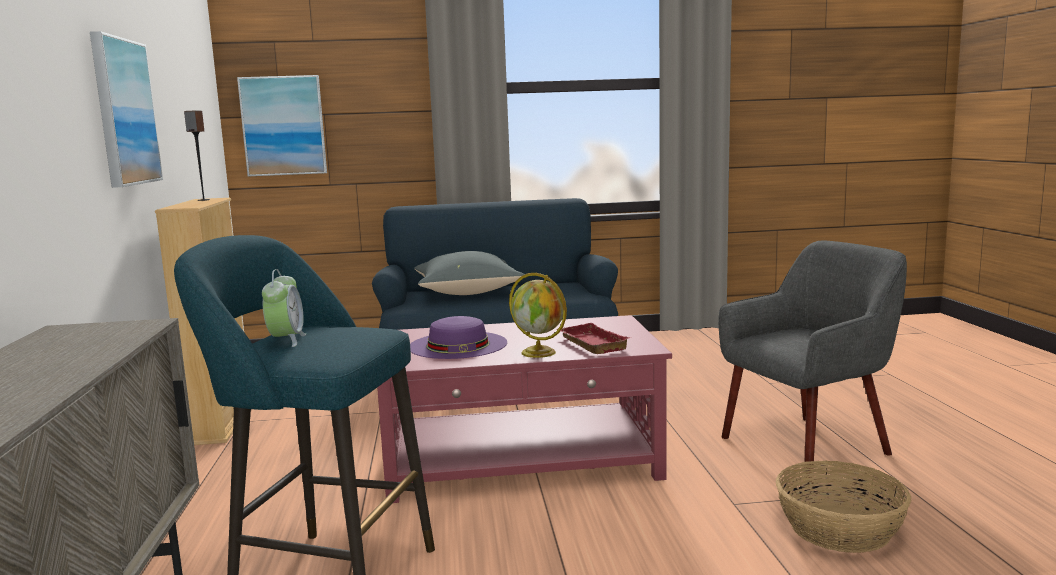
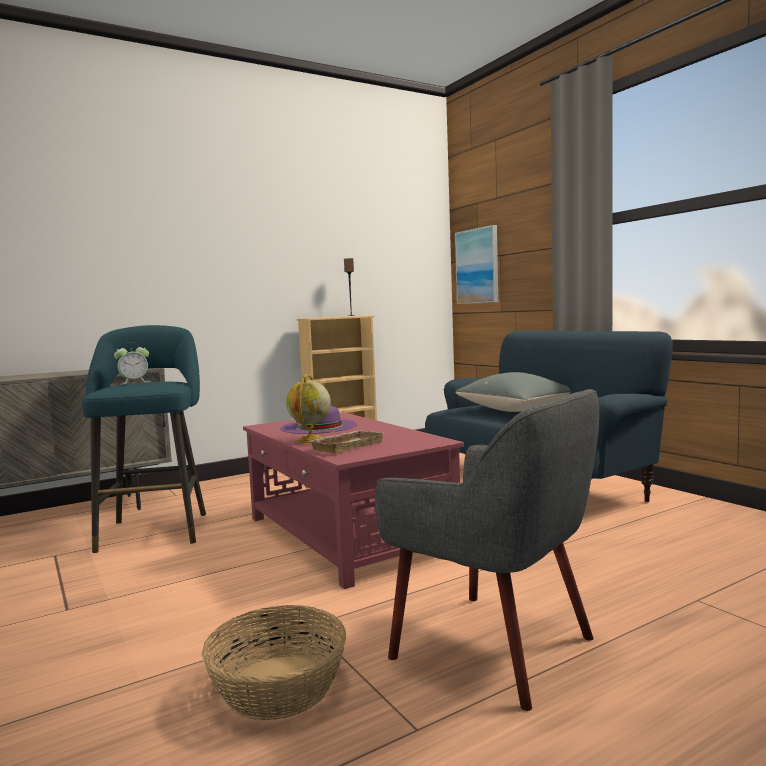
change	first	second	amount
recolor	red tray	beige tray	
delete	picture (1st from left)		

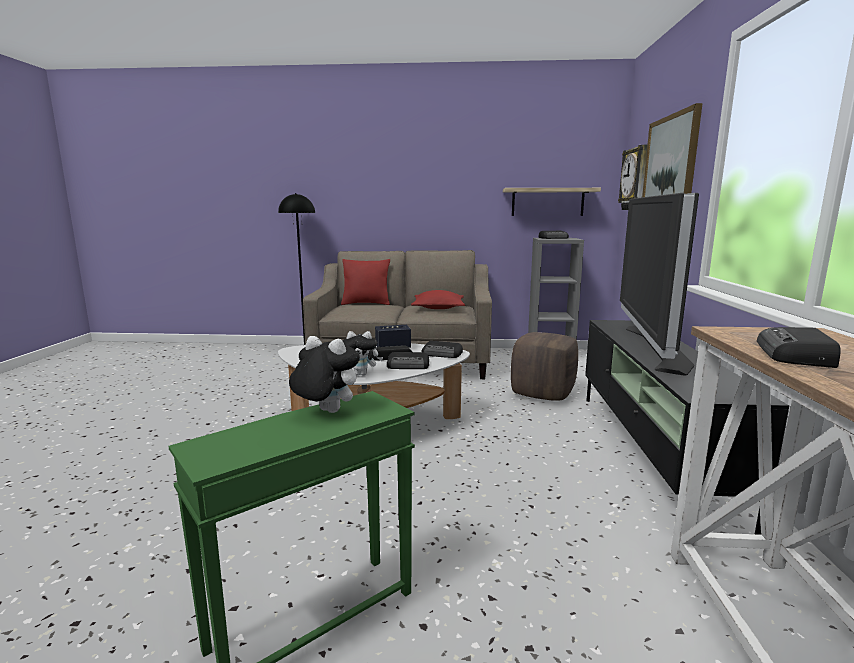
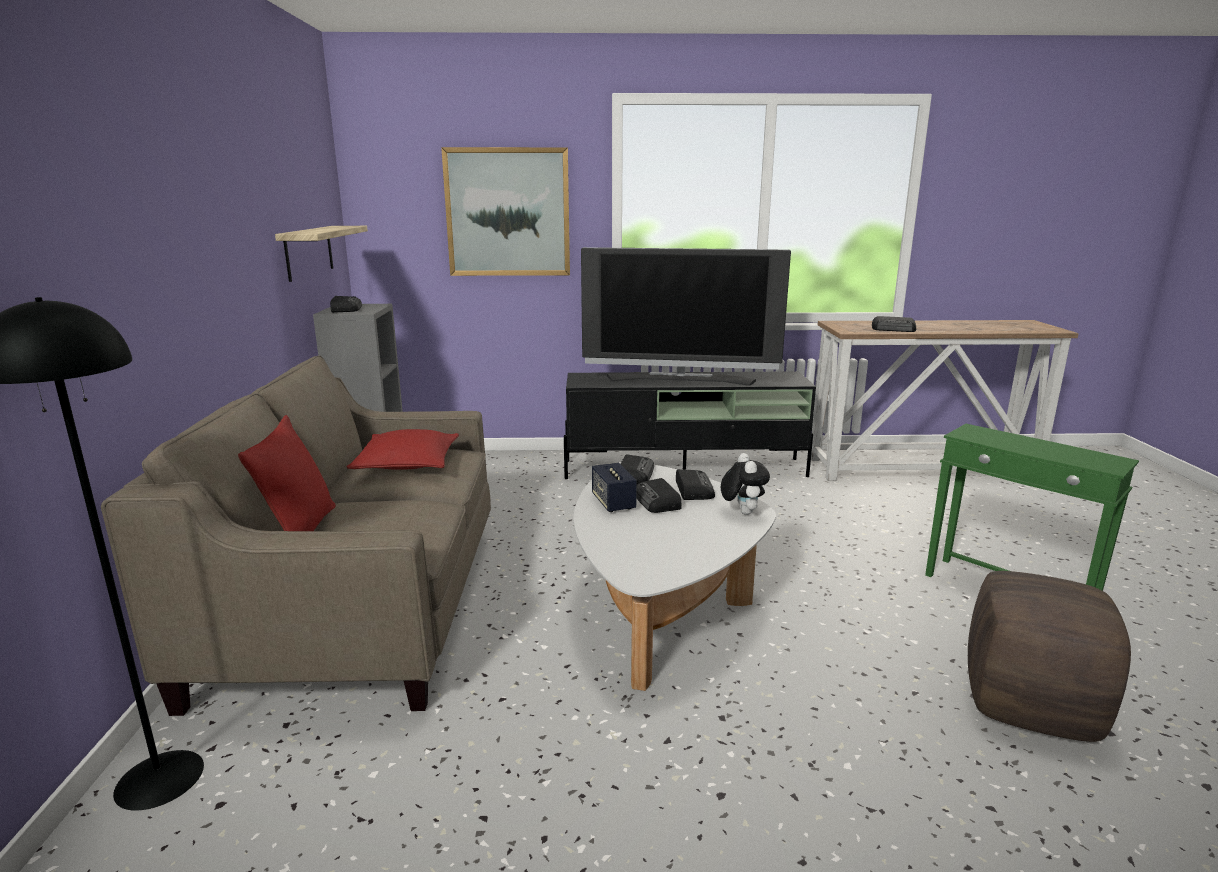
change	first	second	amount
move	brown ottoman		
delete	plush toy (1st from left)		
delete	wall clock		

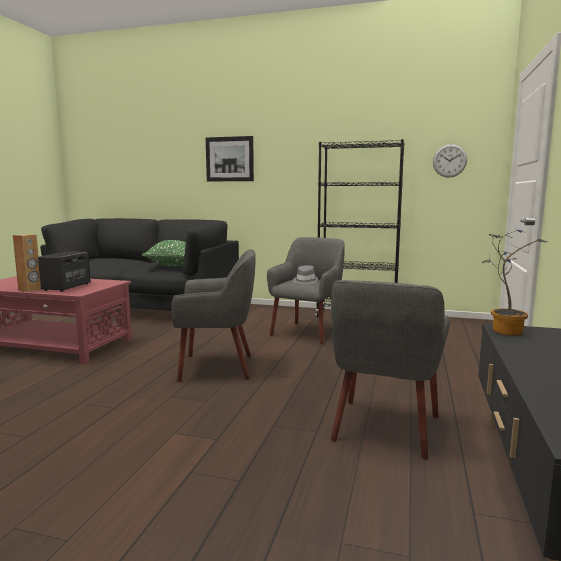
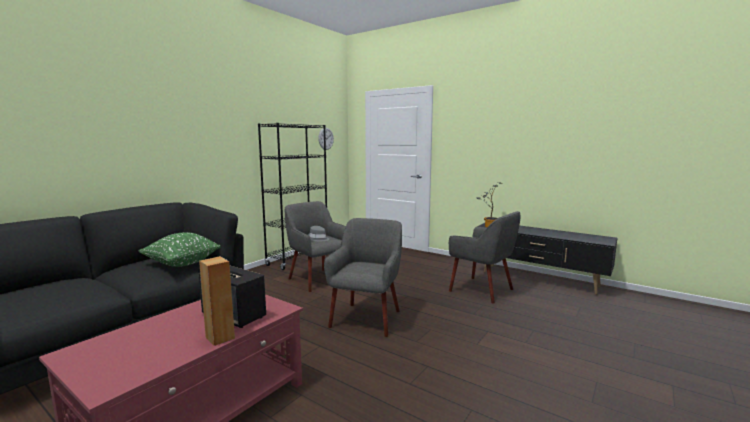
change	first	second	amount
delete	picture		

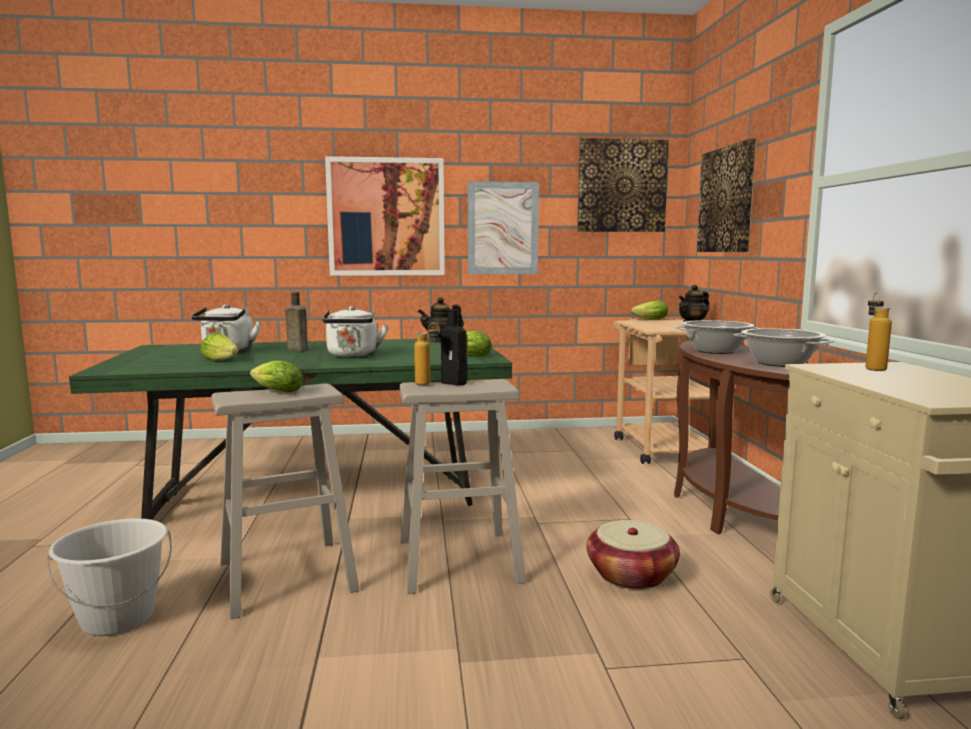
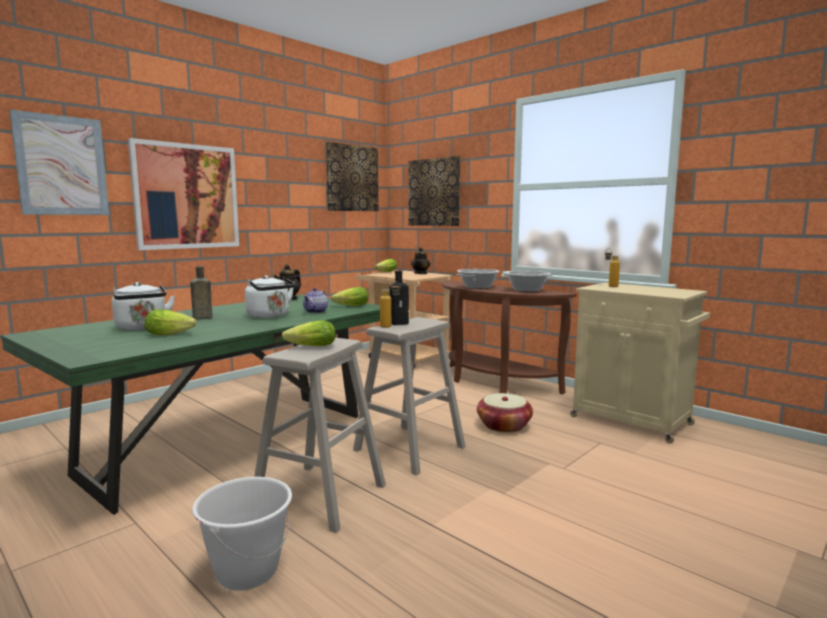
change	first	second	amount
move	picture (2nd from left in the first image)	picture (1st from left)	
insert		teapot (2nd from left)	

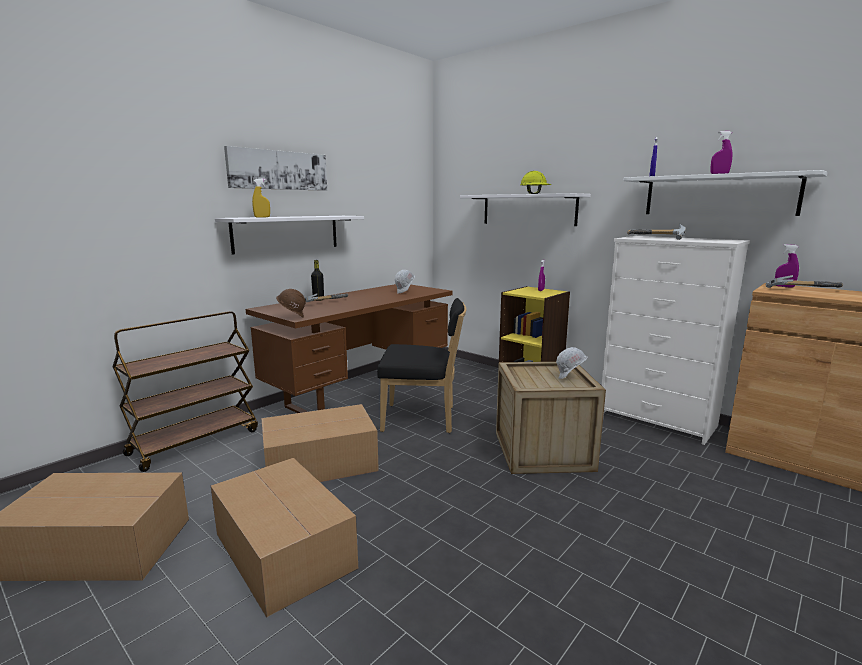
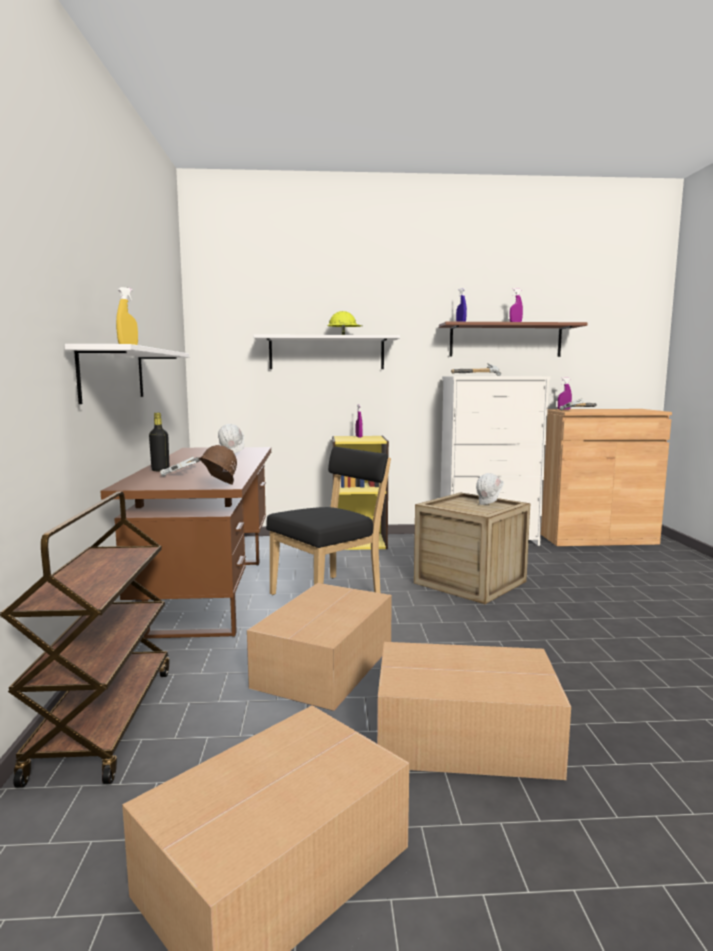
change	first	second	amount
recolor	white shelf (3rd from left)	brown shelf	
delete	picture		

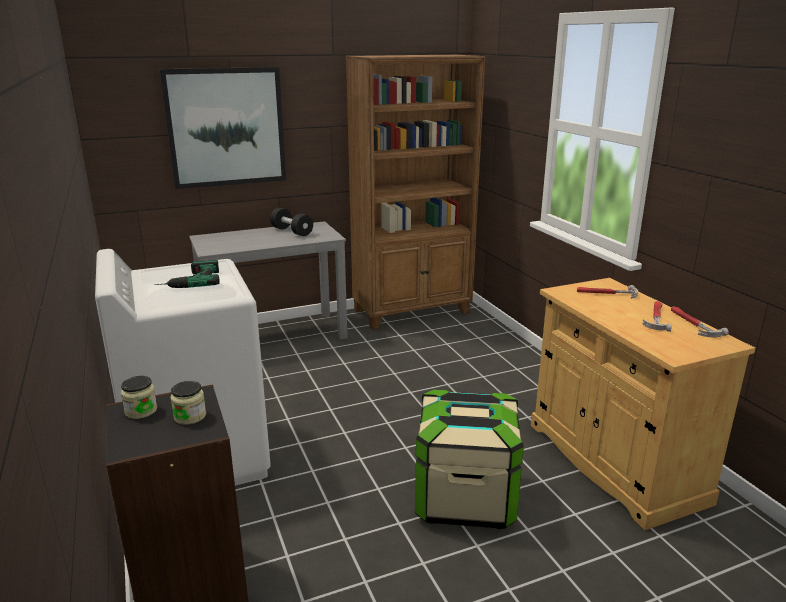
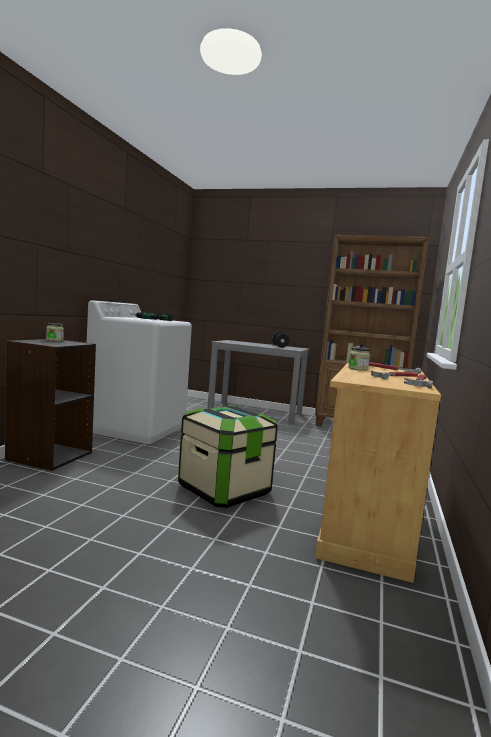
change	first	second	amount
move	jar (2nd from left)		
delete	picture		

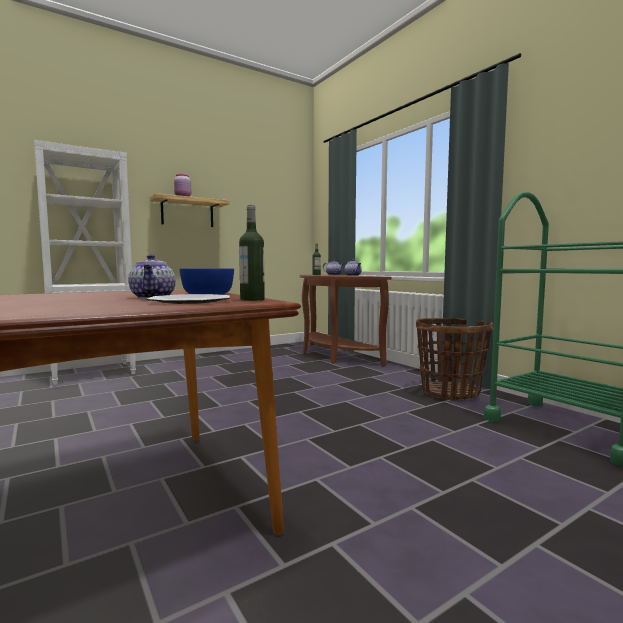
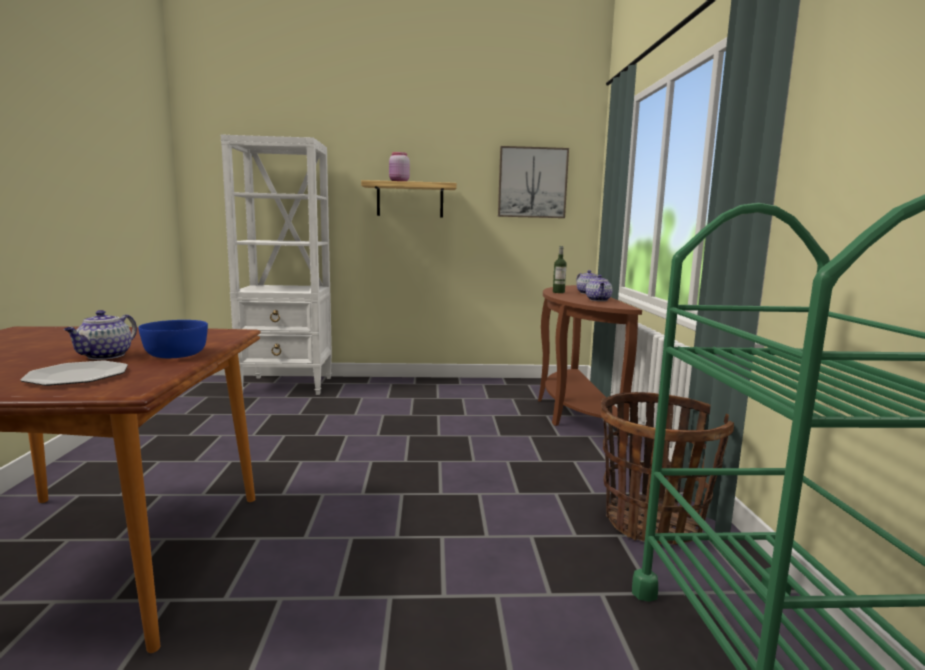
change	first	second	amount
insert		picture	
delete	bottle (1st from left)		

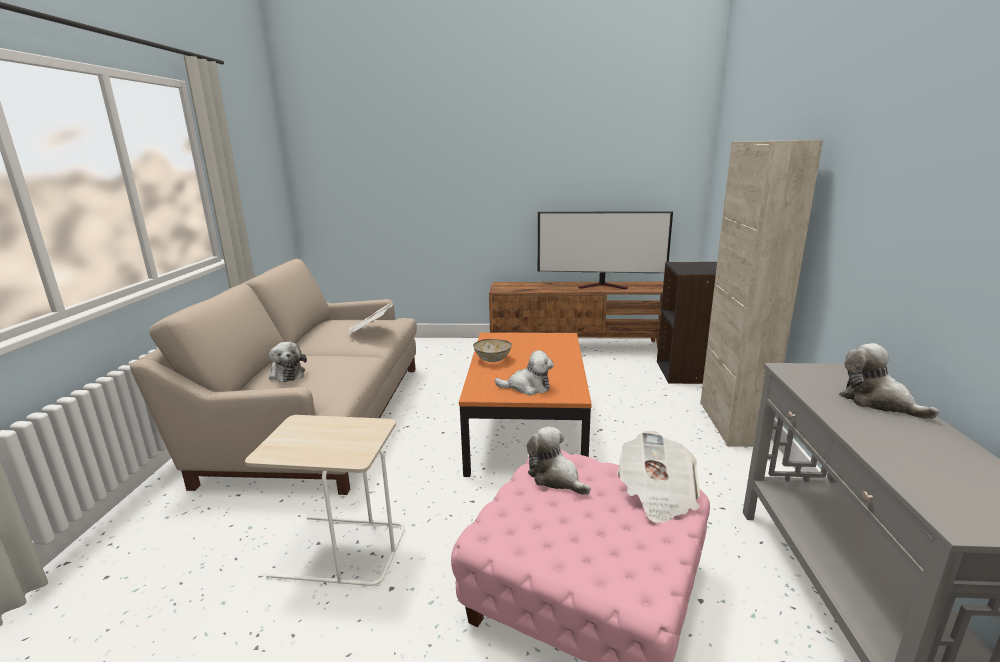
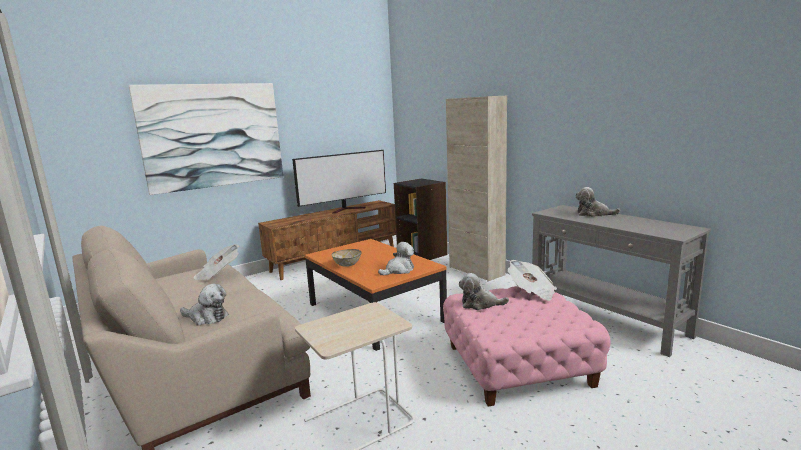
change	first	second	amount
insert		picture	

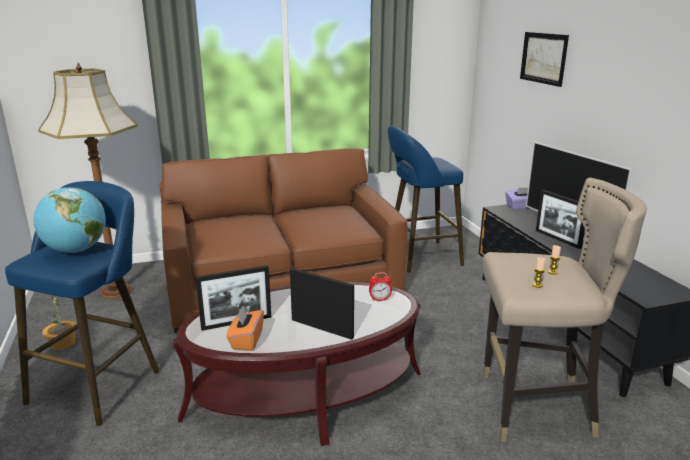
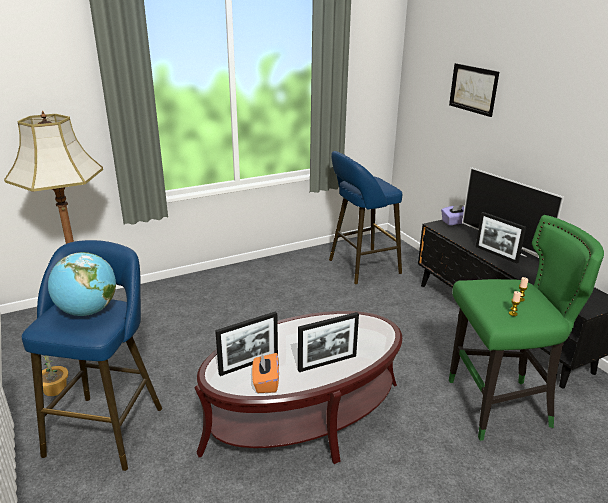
change	first	second	amount
rotate	picture frame (2nd from left)		135 degrees clockwise
recolor	beige stool	green stool	
delete	brown sofa		
delete	alarm clock		

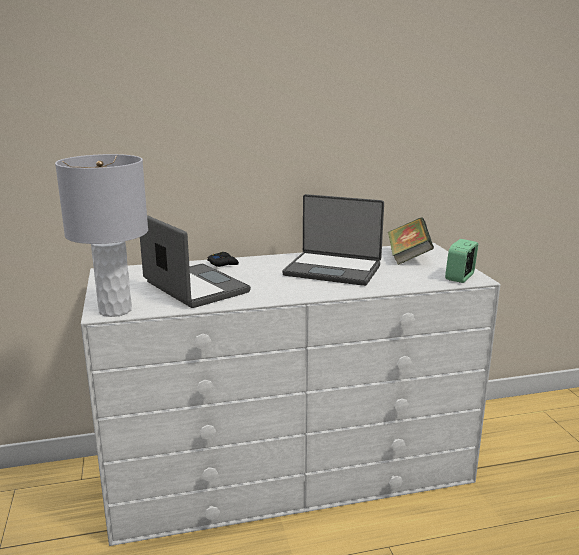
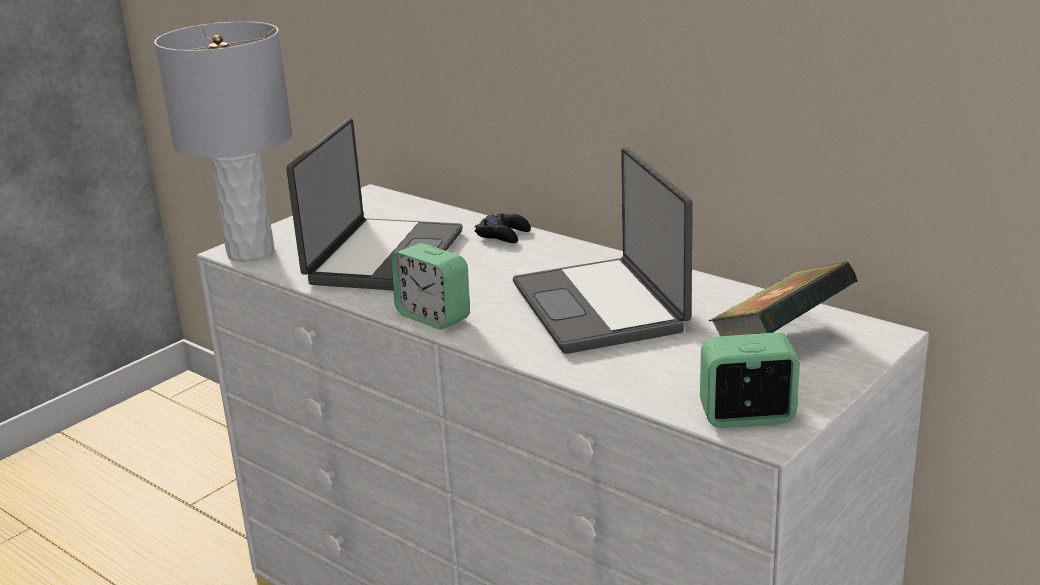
change	first	second	amount
insert		alarm clock (1st from left)	

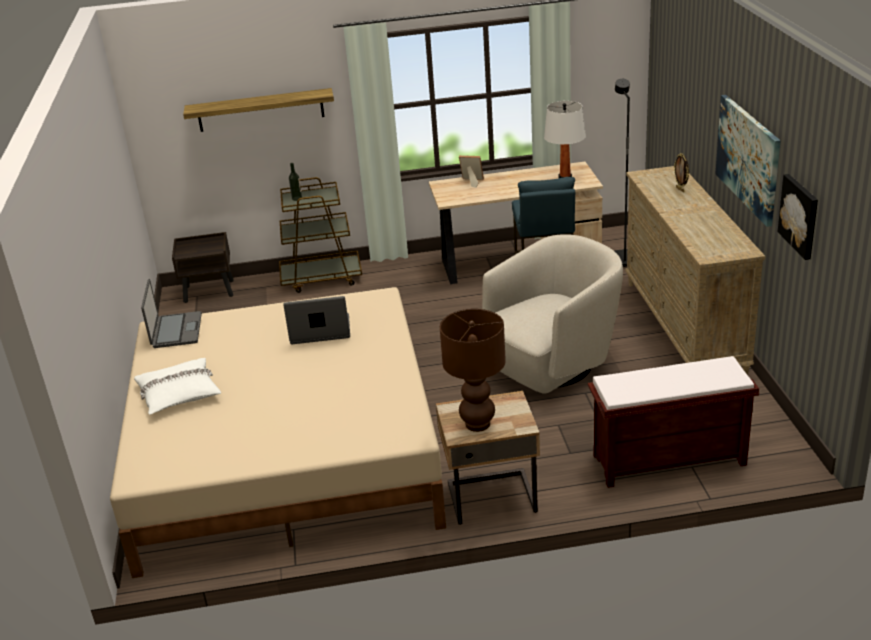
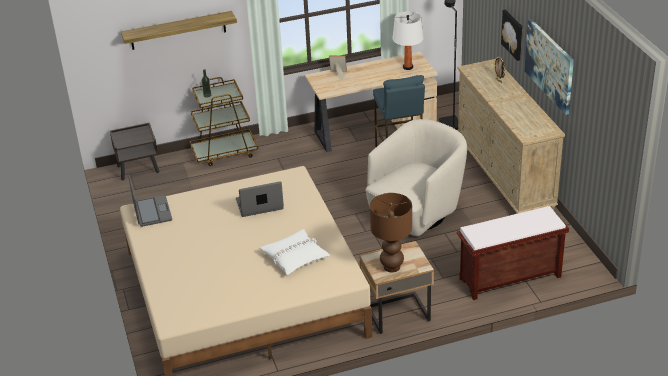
change	first	second	amount
move	white pillow		
move	picture (2nd from left in the first image)	picture (1st from left)	

